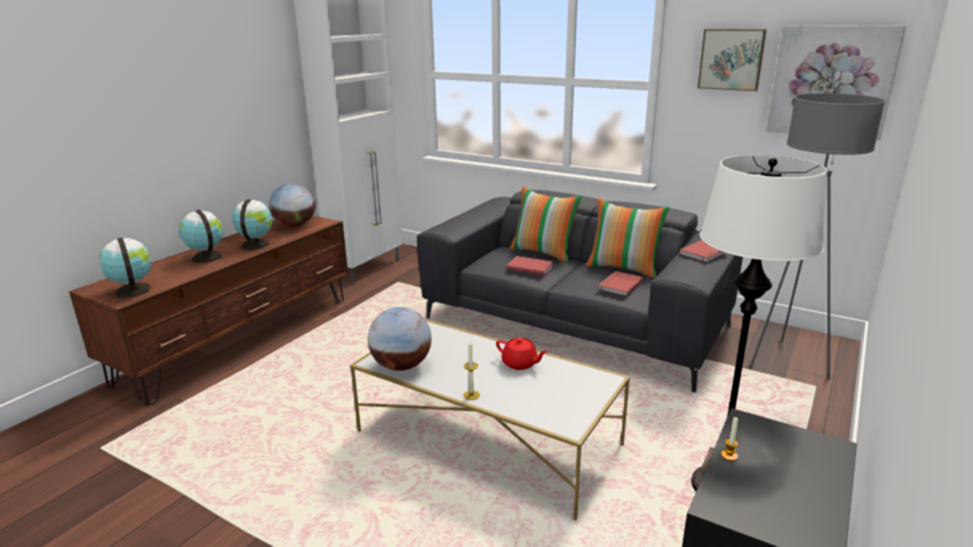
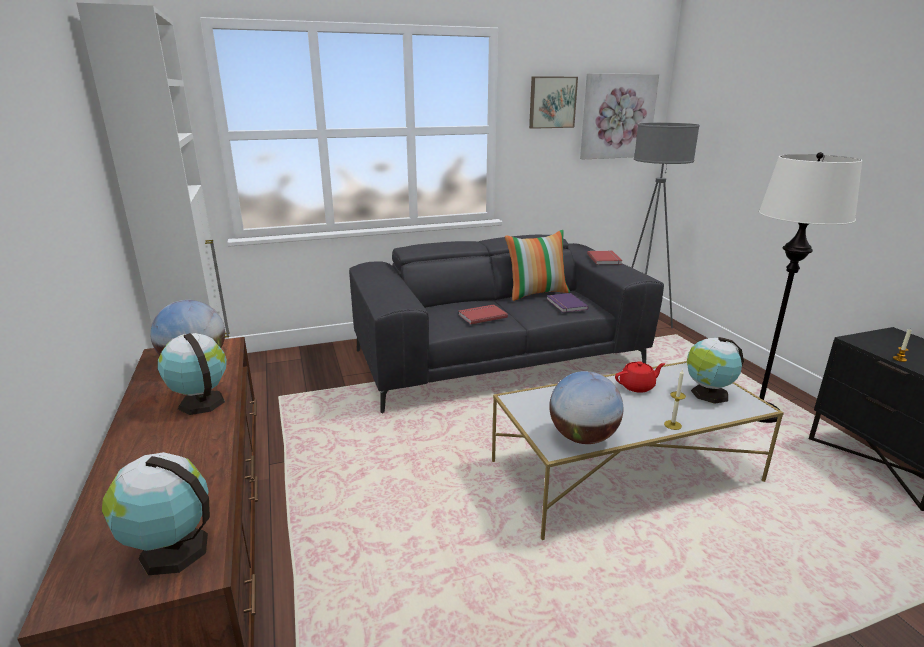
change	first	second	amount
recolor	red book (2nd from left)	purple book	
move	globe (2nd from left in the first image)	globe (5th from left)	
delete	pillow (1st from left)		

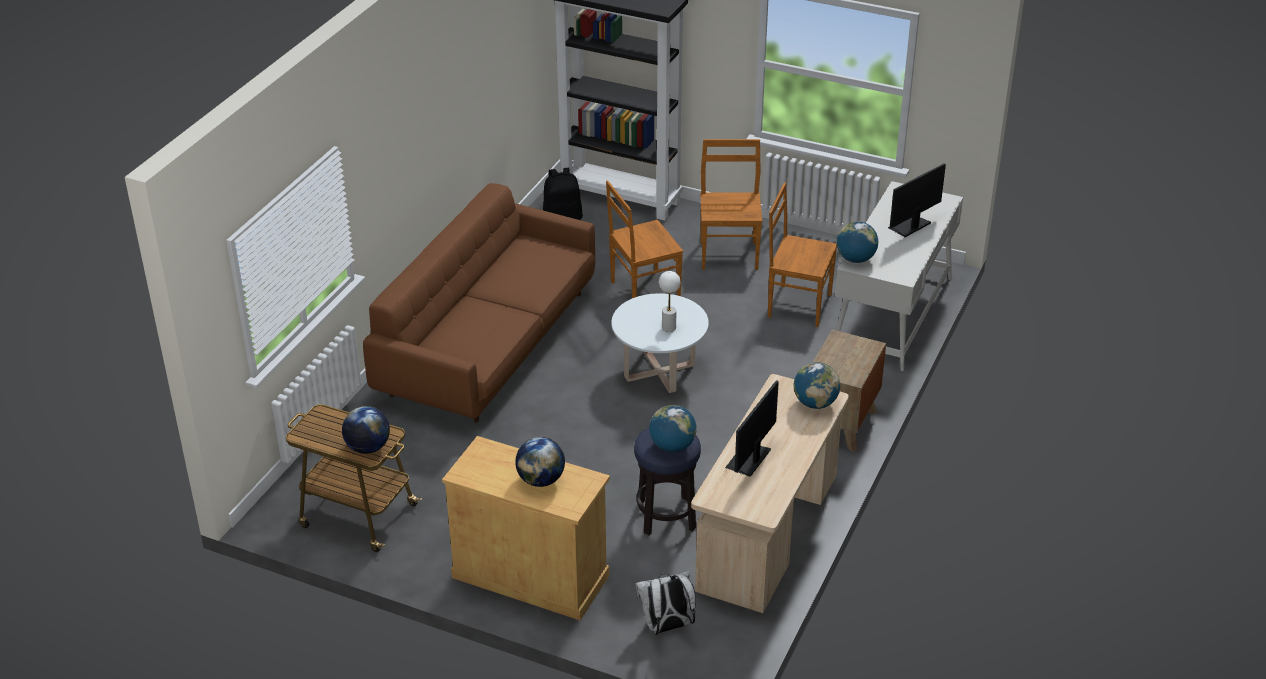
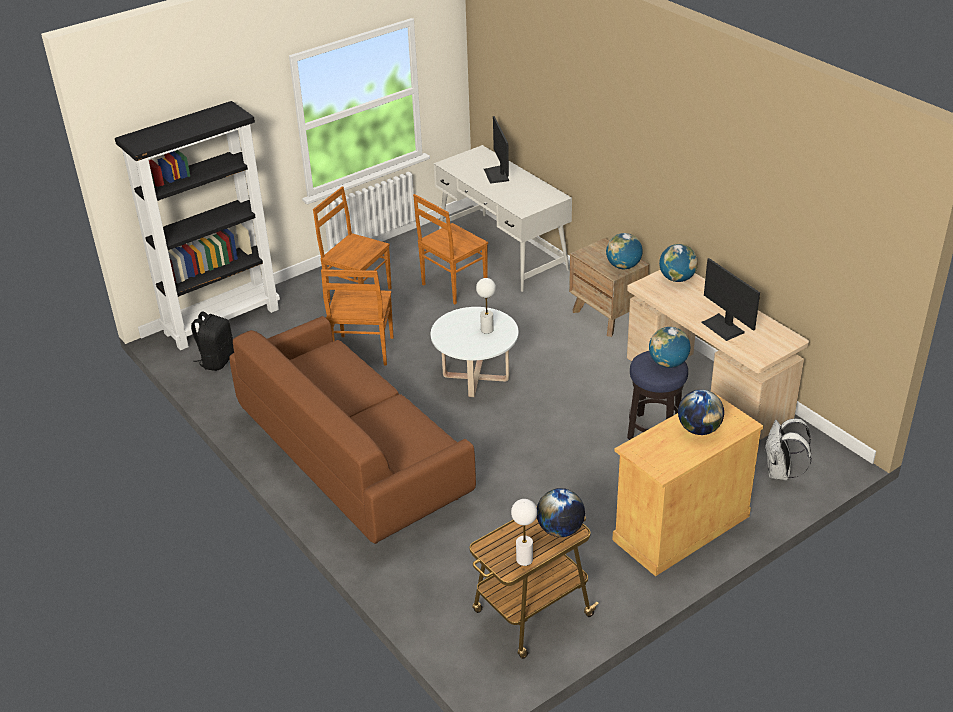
change	first	second	amount
insert		white table lamp (2nd from left)	
move	globe (5th from left in the first image)	globe (2nd from left)	

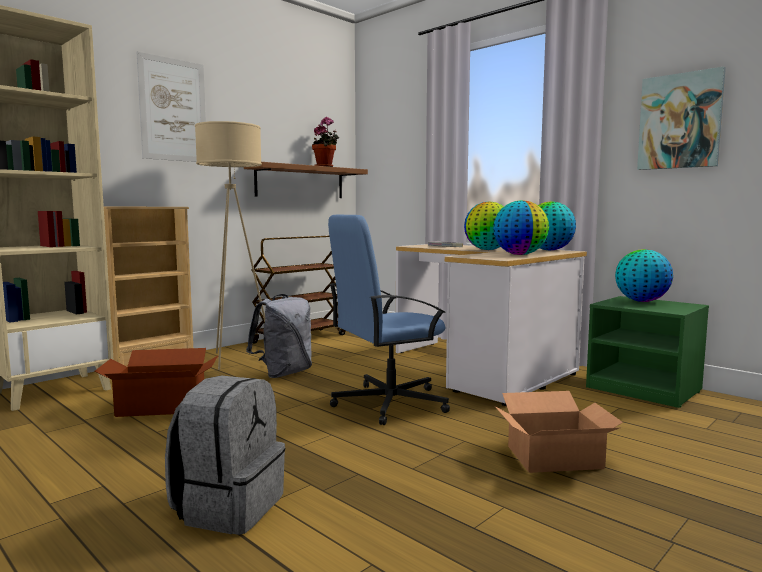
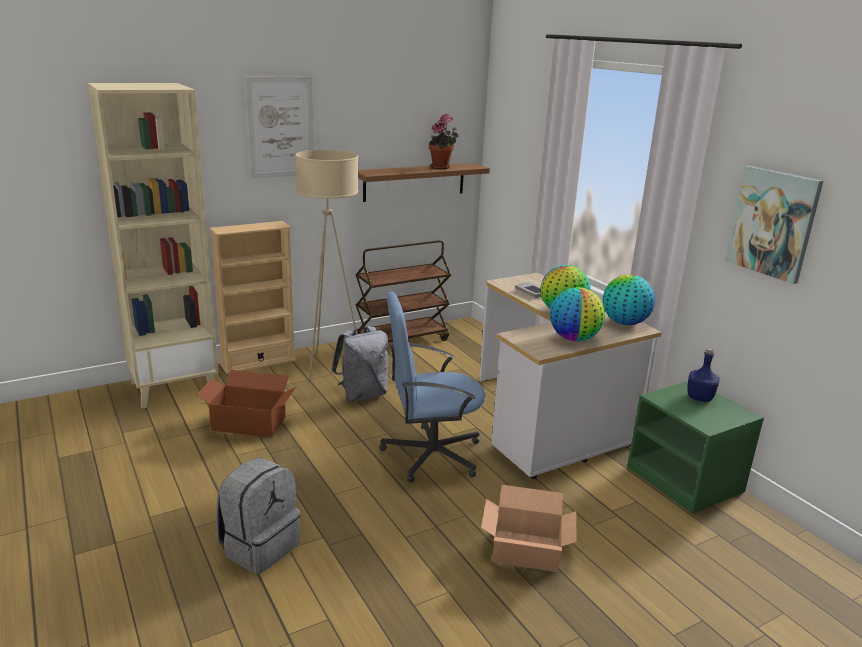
change	first	second	amount
replace	globe (4th from left)	blue bottle	

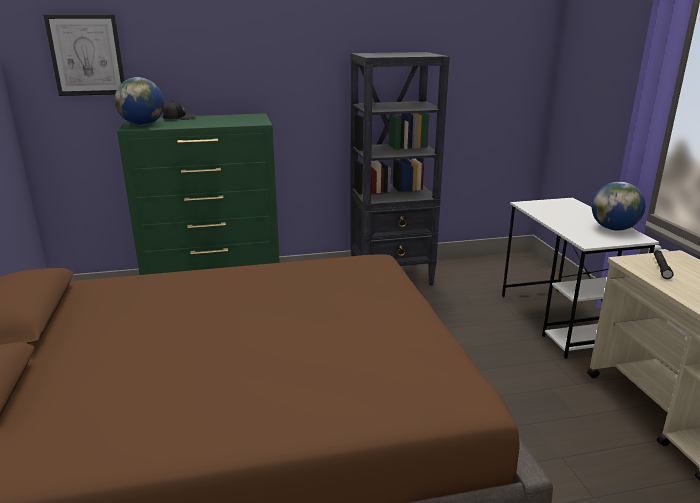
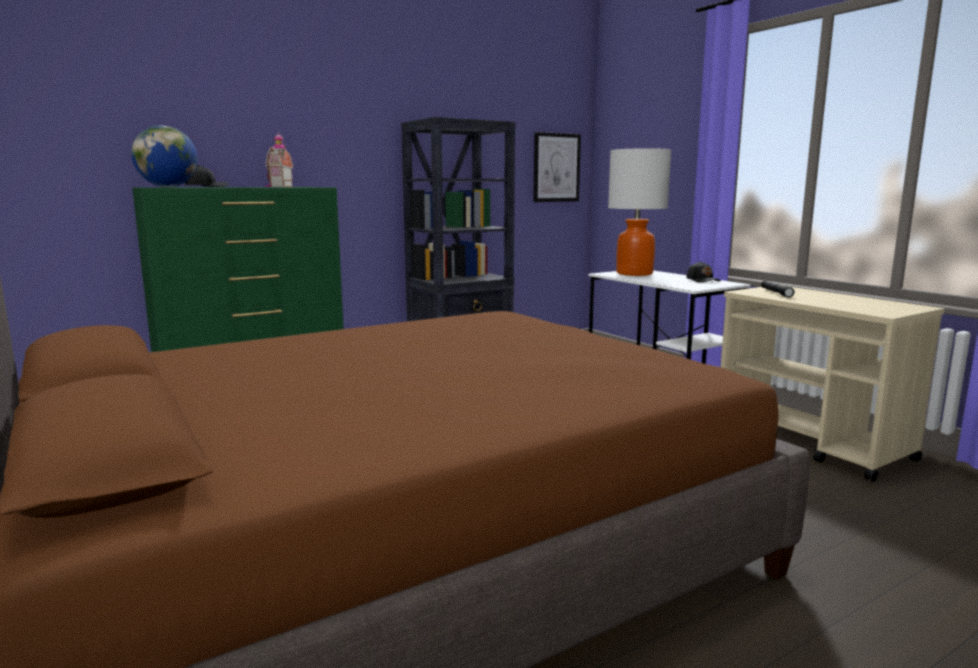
change	first	second	amount
insert		toy house	
move	picture		
insert		table lamp	
replace	globe (2nd from left)	black cap (2nd from left)	

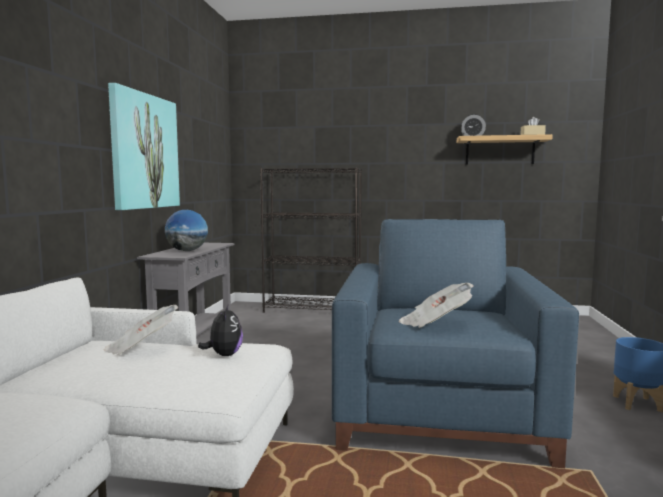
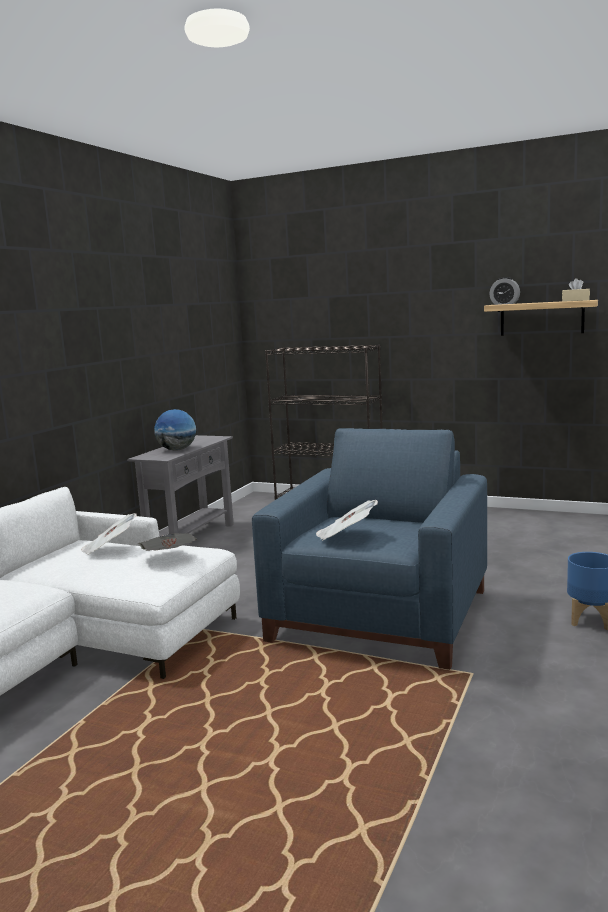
change	first	second	amount
replace	plush toy	newspaper (2nd from left)	
delete	picture		

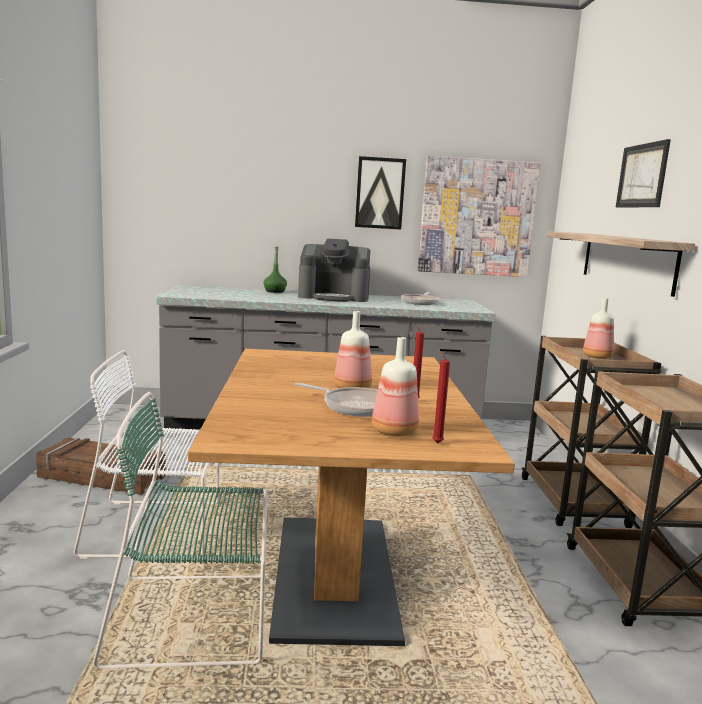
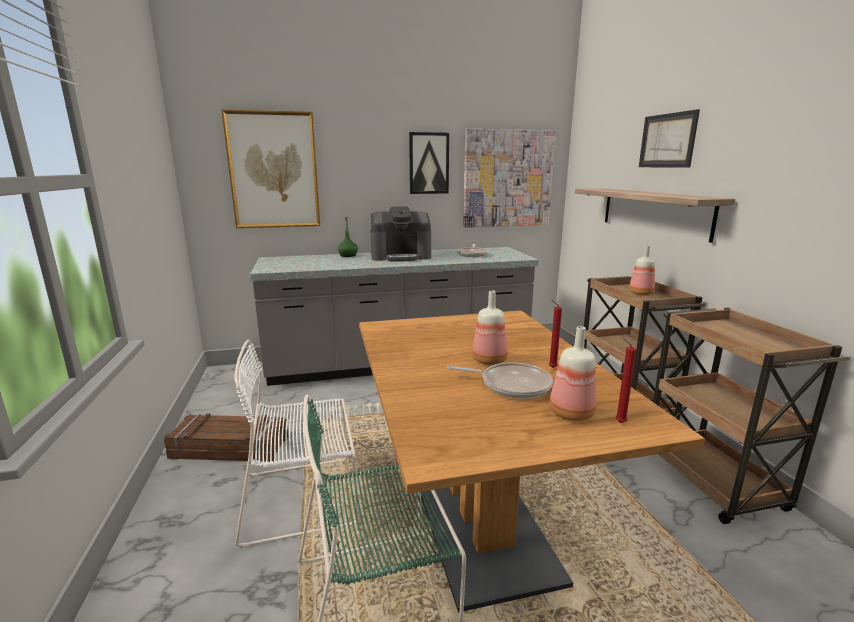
change	first	second	amount
insert		picture (1st from left)	

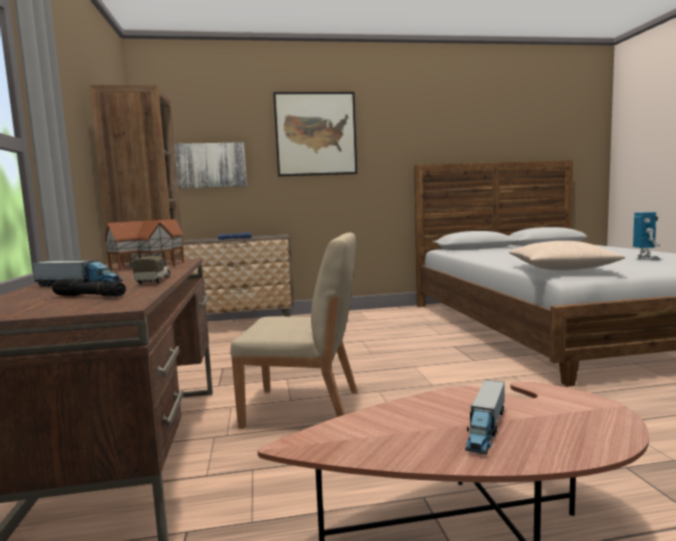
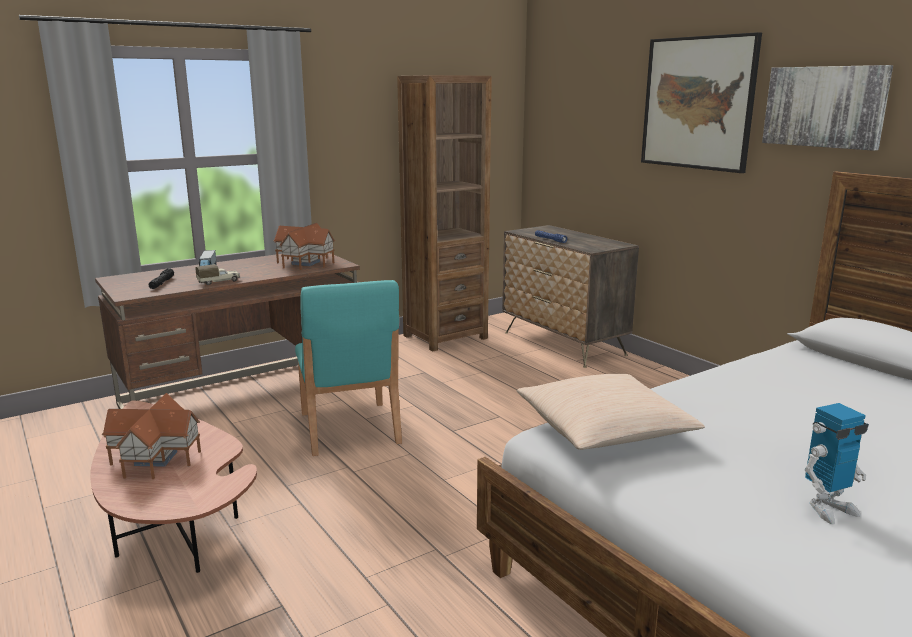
change	first	second	amount
replace	toy truck (3rd from left)	toy house (1st from left)	
recolor	beige chair	turquoise chair	
move	picture (1st from left in the first image)	picture (2nd from left)	

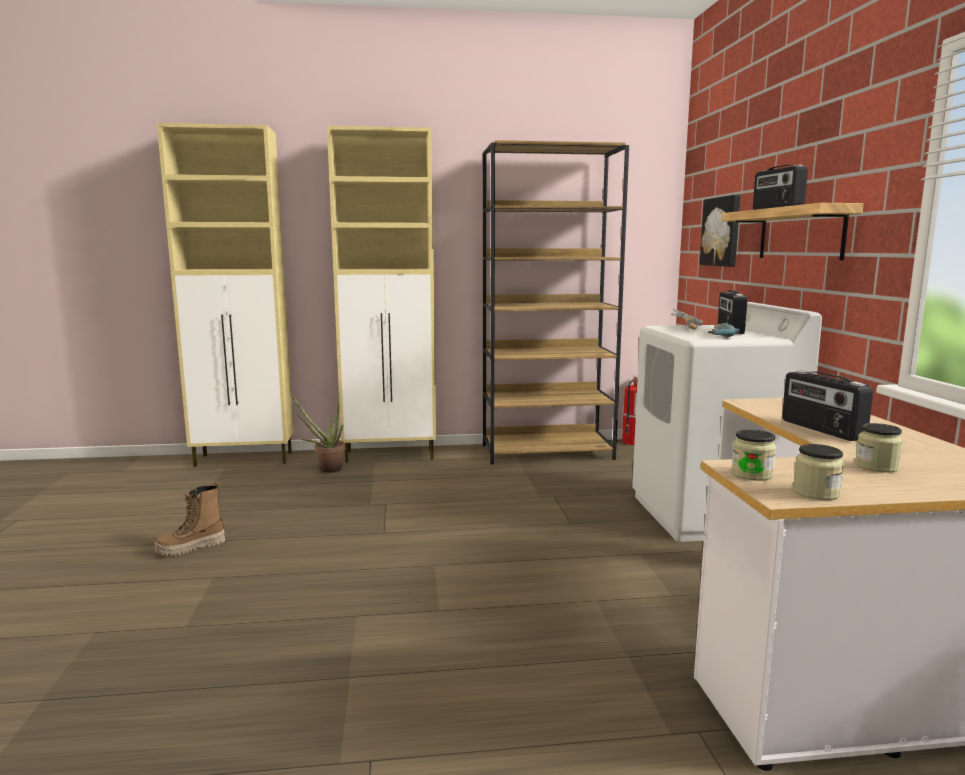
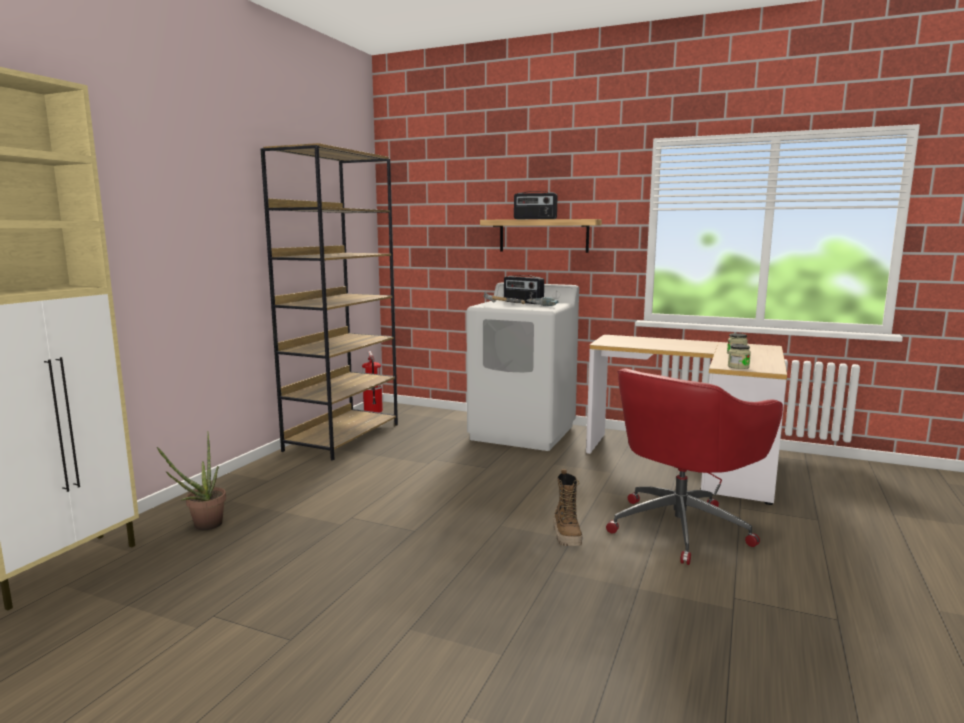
change	first	second	amount
move	boot		
insert		red office chair	
delete	beige cabinet (2nd from left)		
delete	picture		
delete	radio (3rd from left)		
delete	jar (2nd from left)		

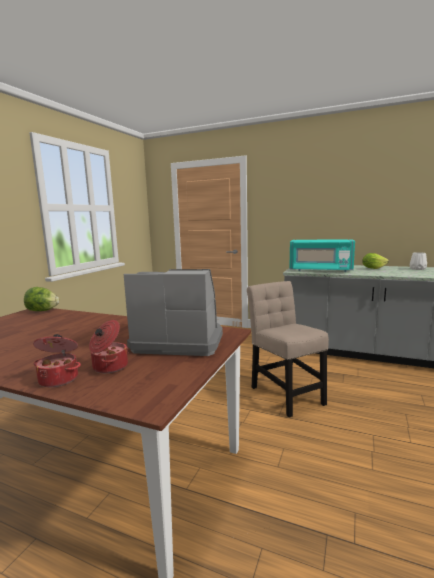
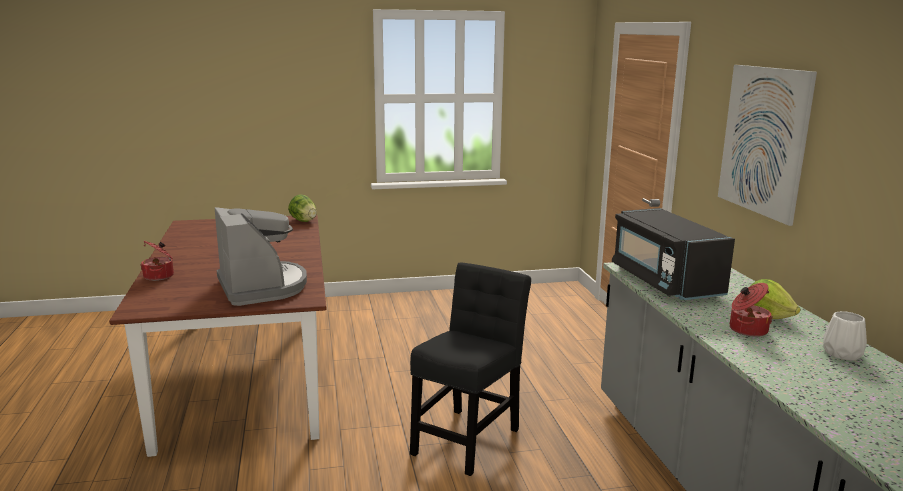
change	first	second	amount
recolor	beige chair	black chair	
recolor	turquoise microwave	black microwave	
insert		picture	
move	cooking pot (2nd from left)		

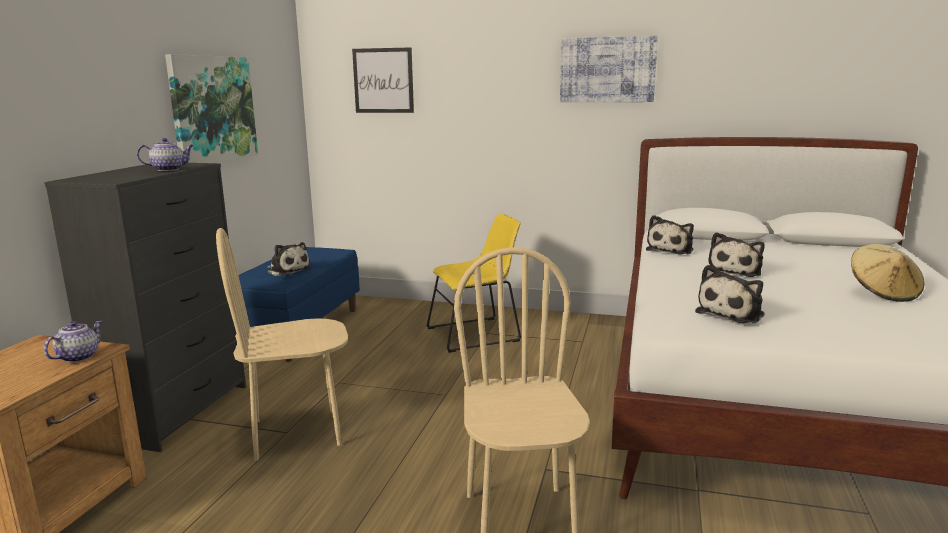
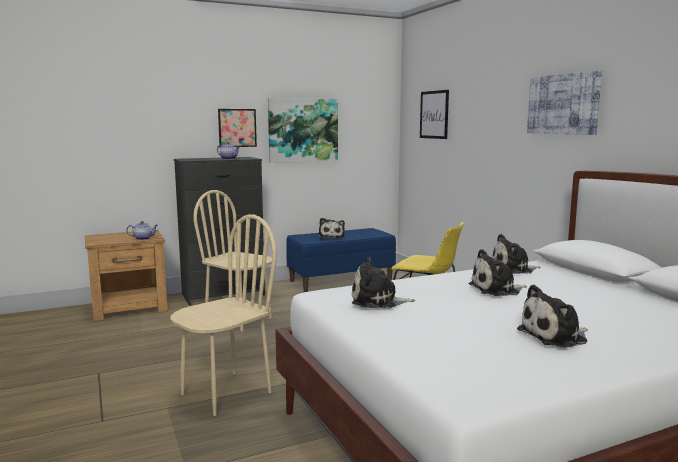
change	first	second	amount
insert		picture (1st from left)	
replace	beige hat	plush toy (5th from left)	

